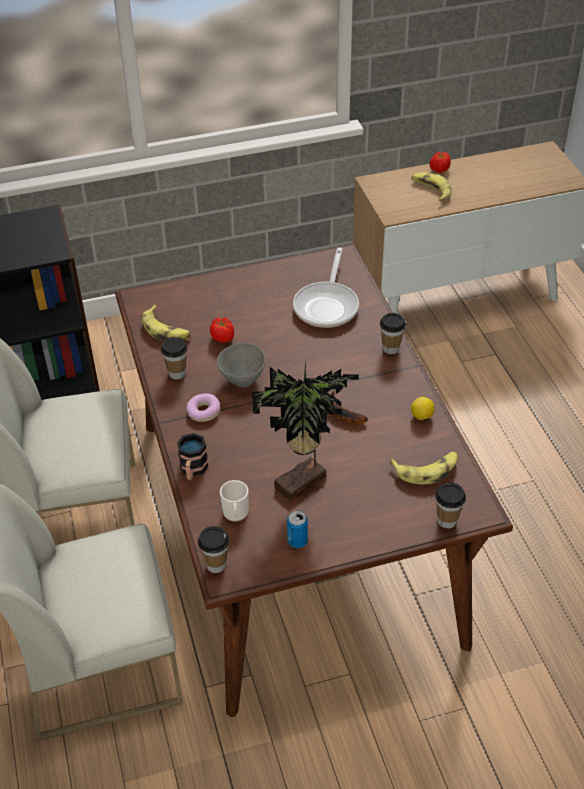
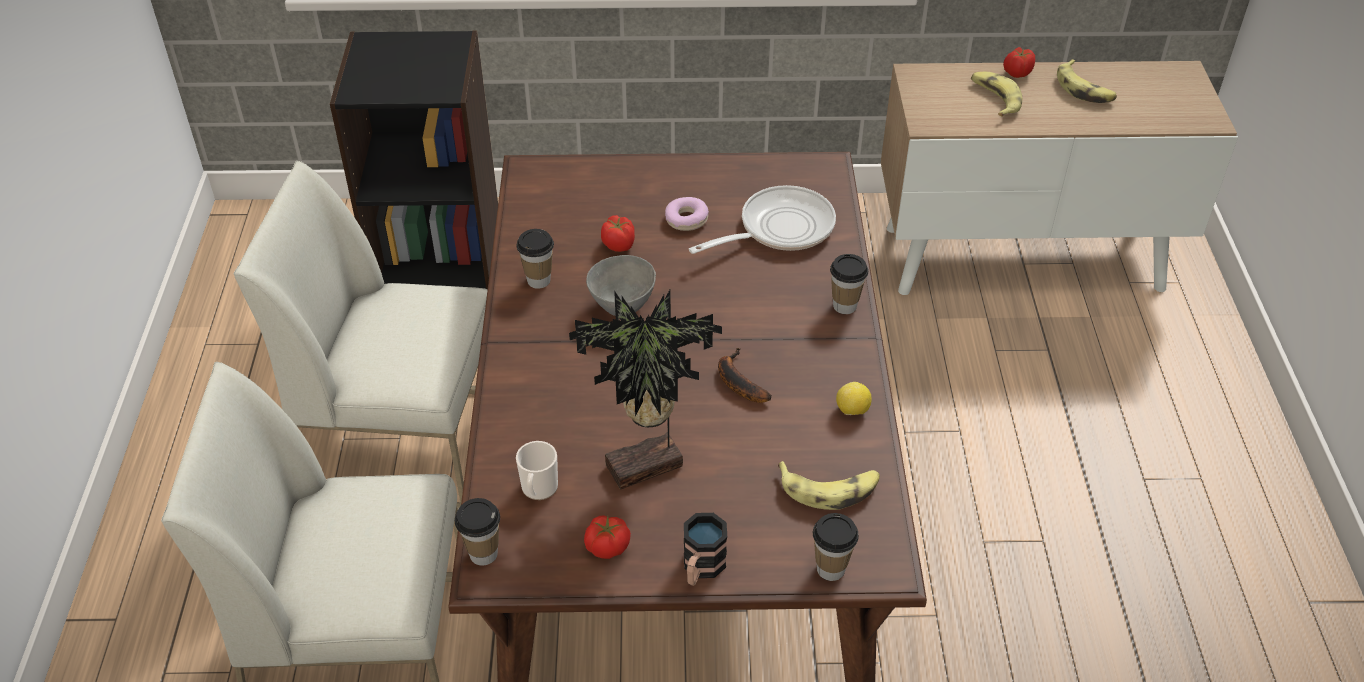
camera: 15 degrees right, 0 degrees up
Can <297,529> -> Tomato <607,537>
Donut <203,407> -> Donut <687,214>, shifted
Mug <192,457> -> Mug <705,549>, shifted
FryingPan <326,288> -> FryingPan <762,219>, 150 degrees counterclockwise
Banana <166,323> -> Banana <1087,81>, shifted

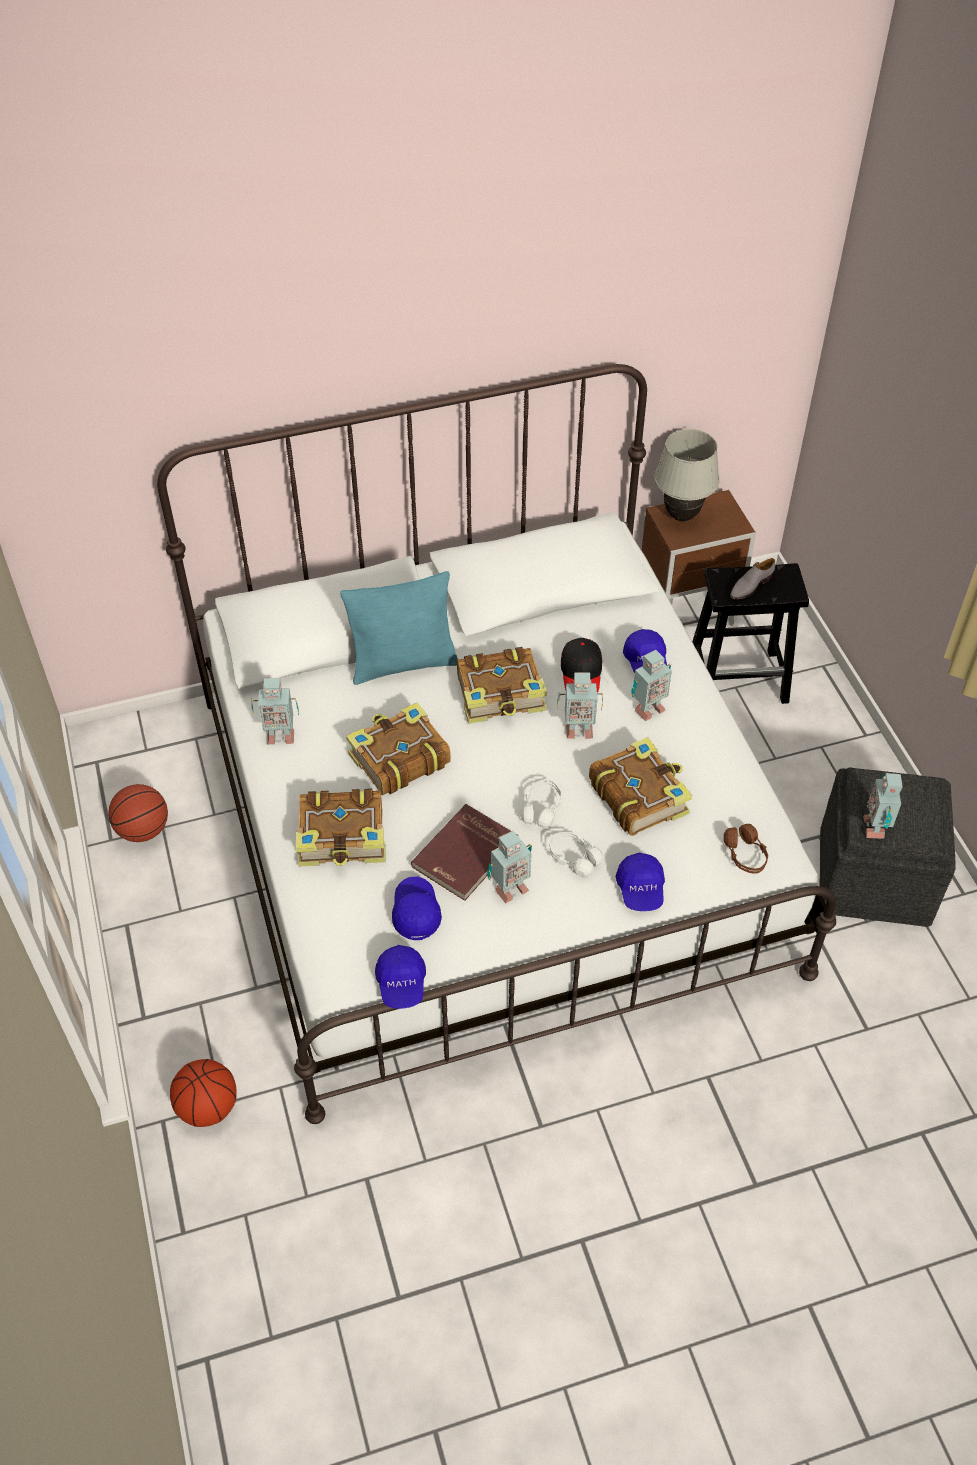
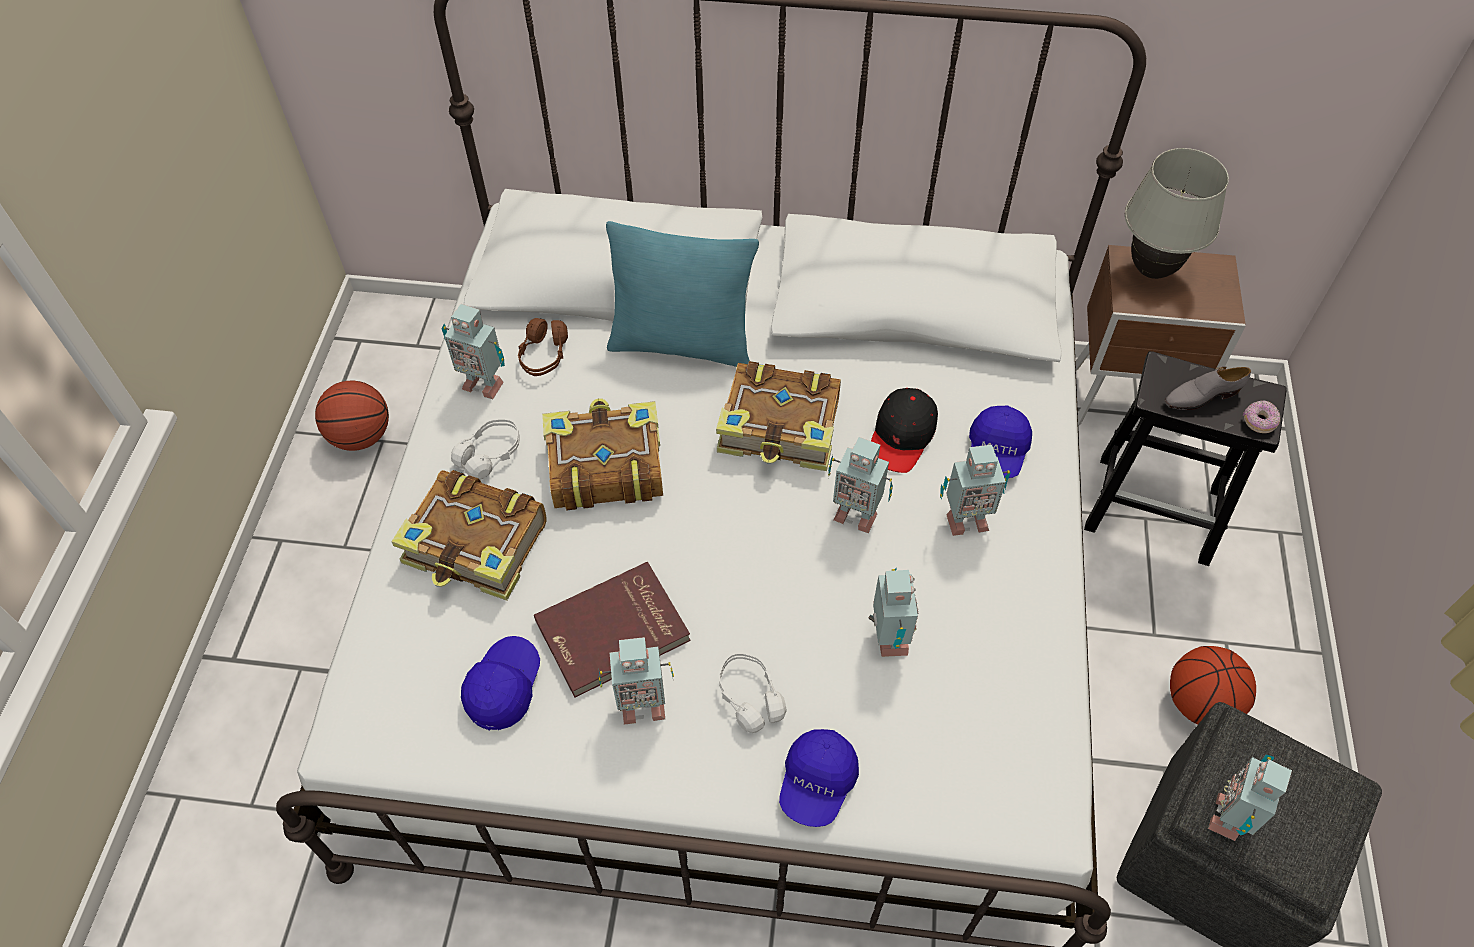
camera: 25 degrees right, 5 degrees up
WhiteHeadphones <541,803> -> WhiteHeadphones <485,449>, shifted
BrownHeadphones <746,849> -> BrownHeadphones <543,347>, shifted
Book <640,786> -> ToyRobot <893,612>
Basketball <203,1093> -> Basketball <1213,685>, shifted
none -> Donut <1261,417>
BlueCap <400,977> -> none

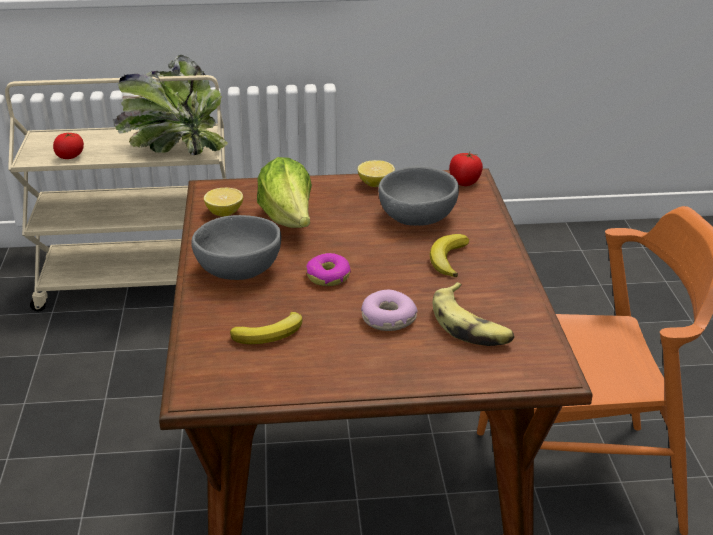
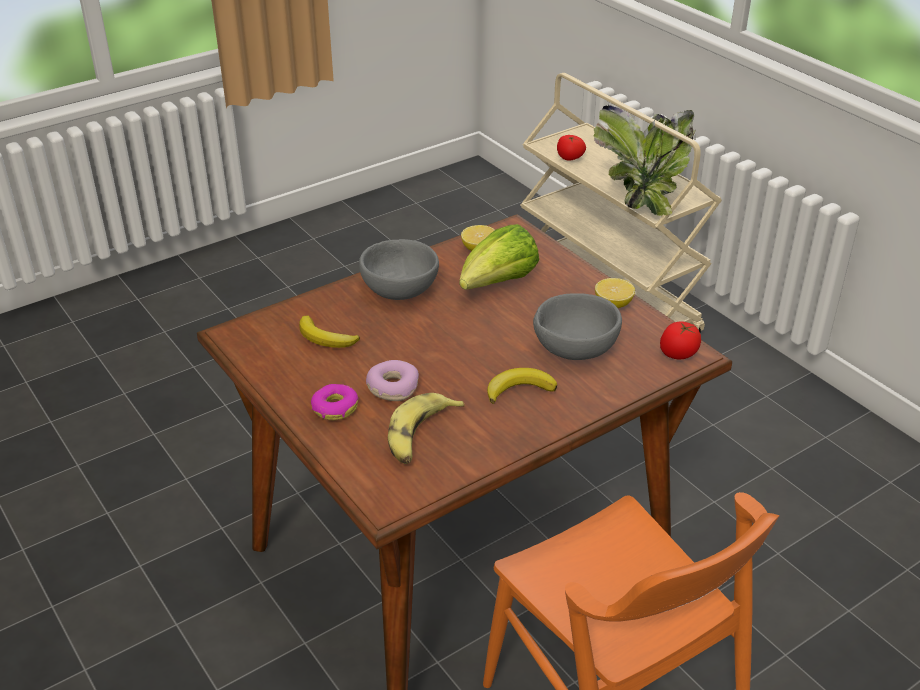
camera: 60 degrees right, 5 degrees up
Donut <328,269> -> Donut <334,402>, shifted

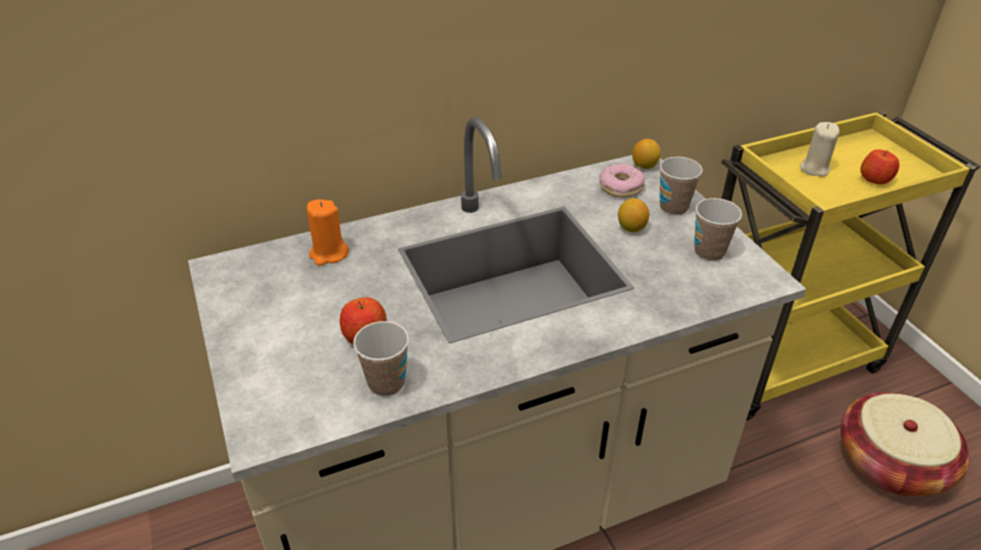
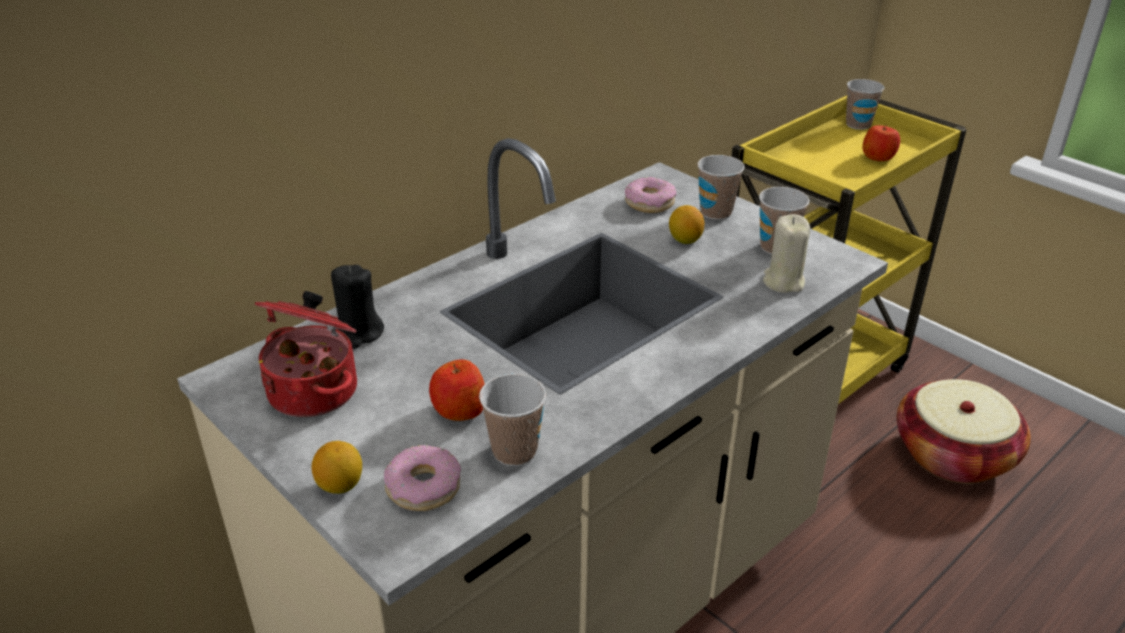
camera: 20 degrees left, 5 degrees down
none -> CookingPot <306,354>
Lemon <646,154> -> Lemon <336,467>, shifted
OrangeCandle <328,232> -> BlackCandle <357,307>
none -> Donut <422,478>
BeigeCandle <820,149> -> BeigeCandle <786,253>, shifted
none -> Cup <865,104>

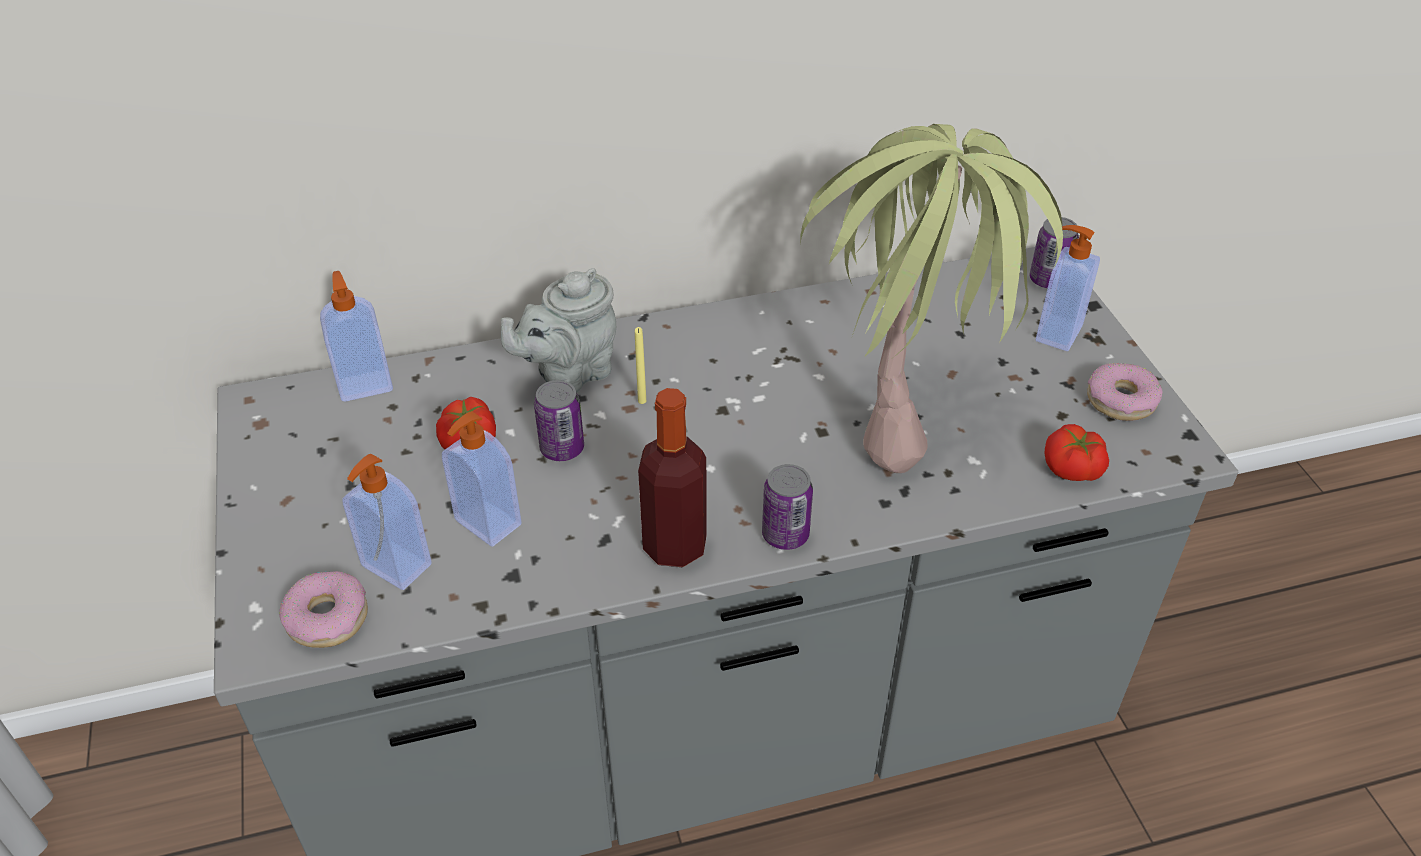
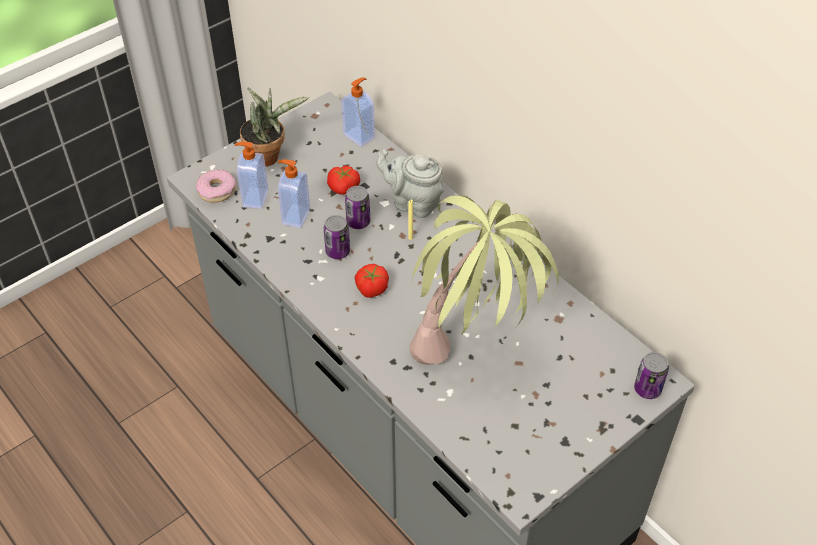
camera: 65 degrees right, 5 degrees up
none -> PottedPlant <274,127>
Can <787,507> -> Can <337,237>, shifted
Tomato <1077,452> -> Tomato <372,281>, shifted
Bottle <672,477> -> none
SoapDispenser <1068,288> -> none
Donut <1124,392> -> none

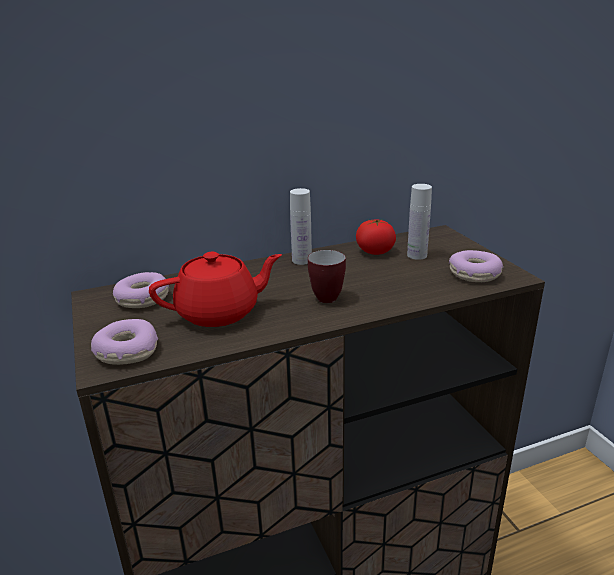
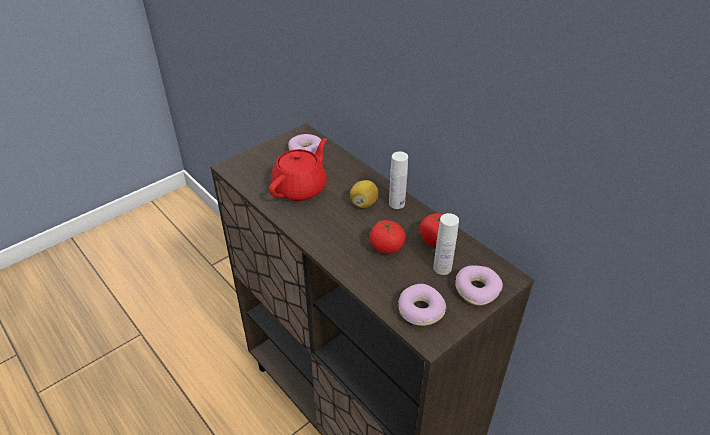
camera: 70 degrees right, 15 degrees up
RedTeapot <215,289> -> RedTeapot <298,169>, 105 degrees counterclockwise
none -> Lemon <364,194>
none -> Tomato <388,237>
Donut <124,342> -> Donut <479,285>, shifted
Mug <327,276> -> none

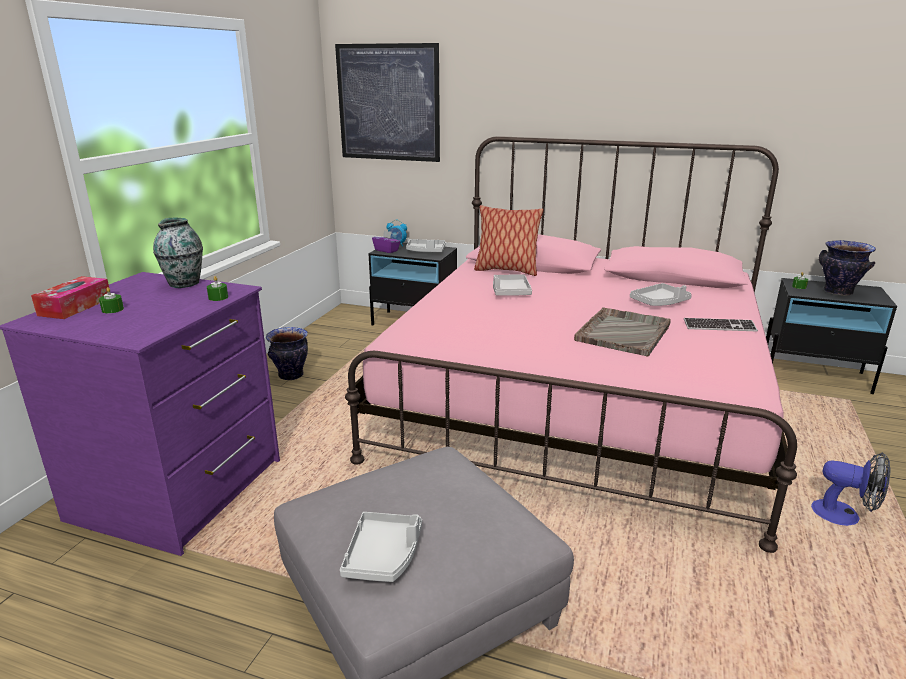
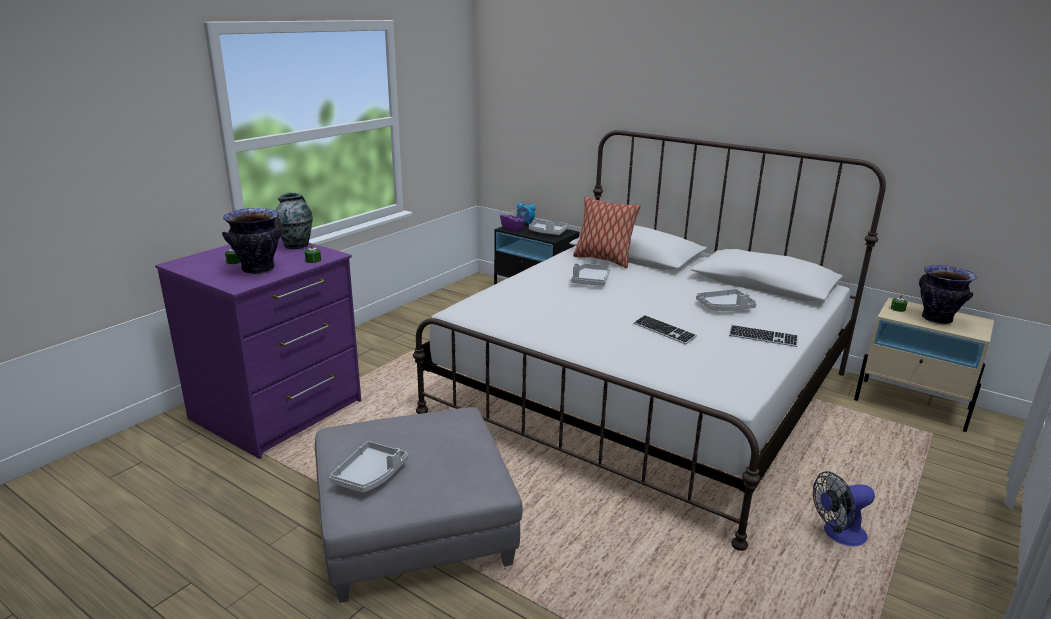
camera: 15 degrees right, 0 degrees up
Vase <287,353> -> Vase <252,241>, shifted
PinkBed <571,344> -> WhiteBed <649,340>
GreyTray <622,331> -> Keyboard <665,329>
Fan <850,489> -> Fan <844,508>, 120 degrees clockwise
BlackNightstand <831,336> -> BeigeNightstand <924,365>
TissueBox <70,297> -> none
Picture <387,102> -> none

